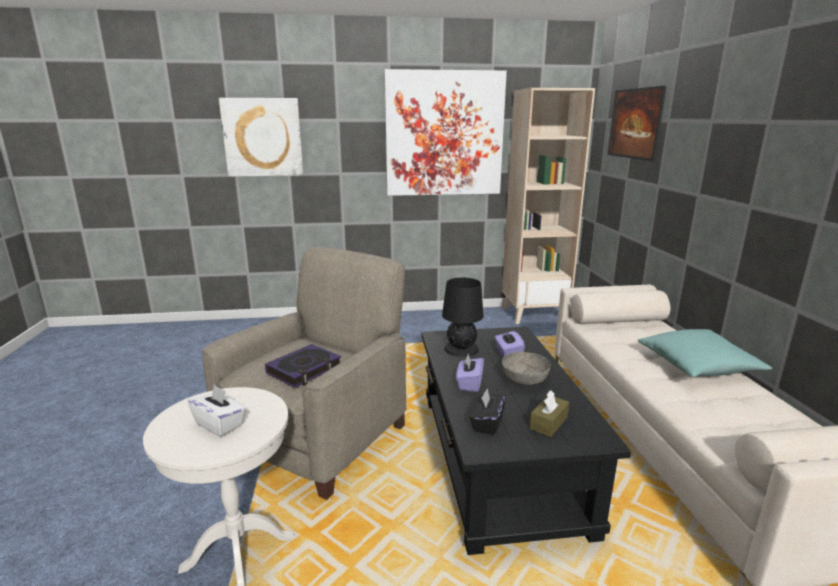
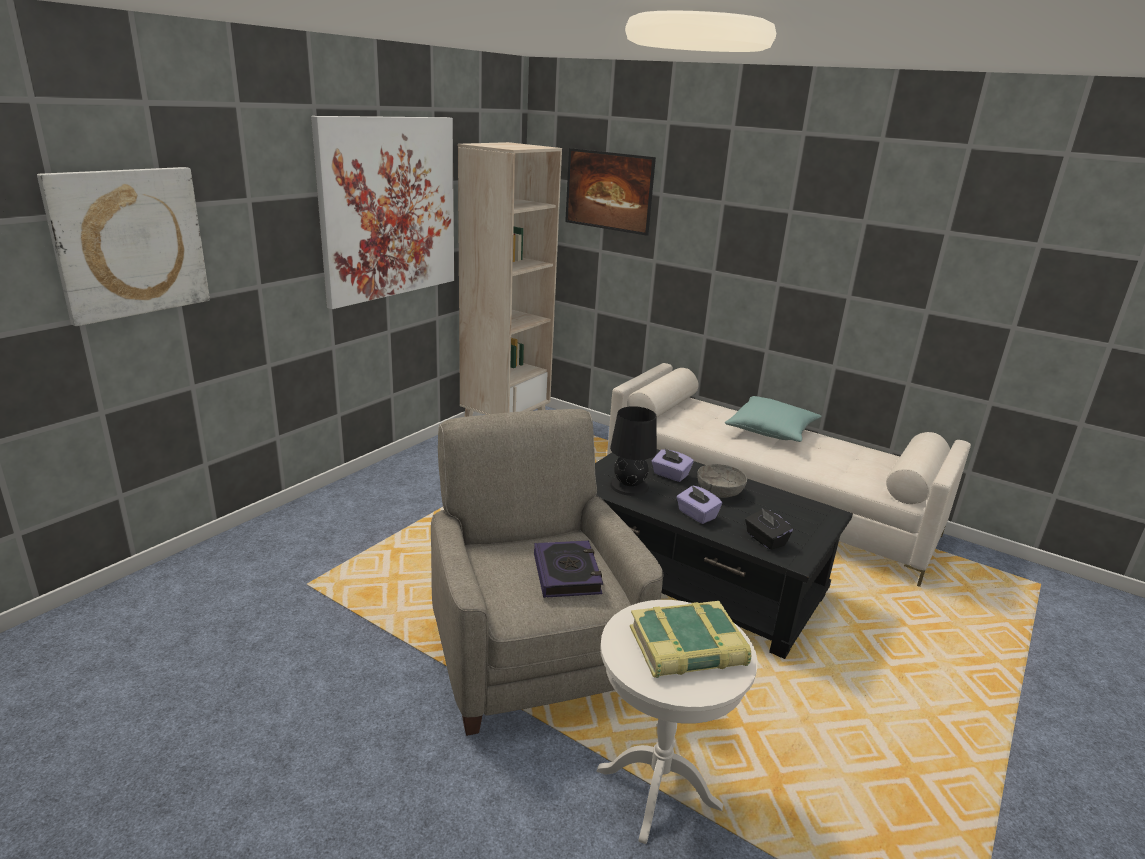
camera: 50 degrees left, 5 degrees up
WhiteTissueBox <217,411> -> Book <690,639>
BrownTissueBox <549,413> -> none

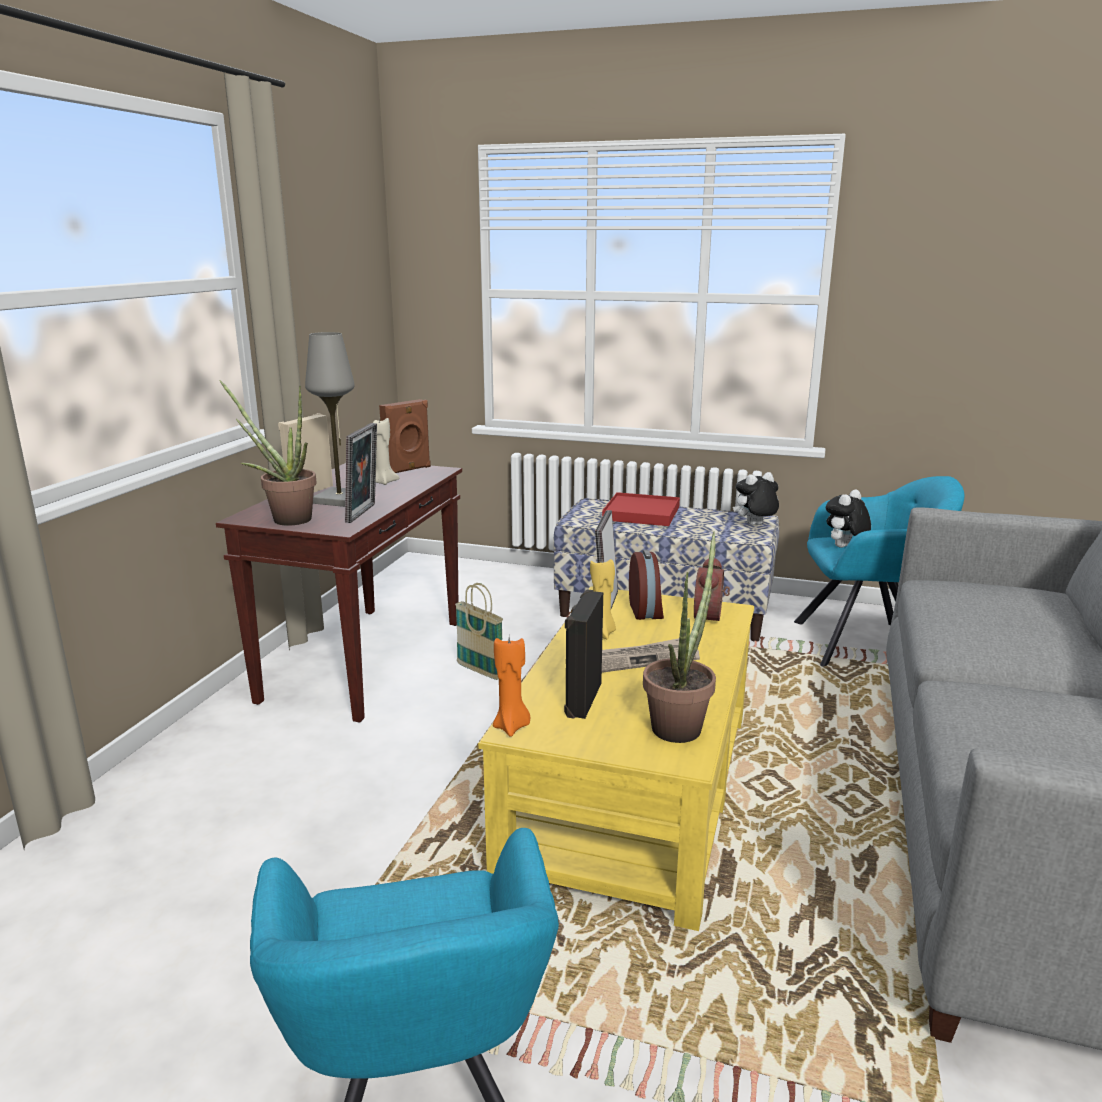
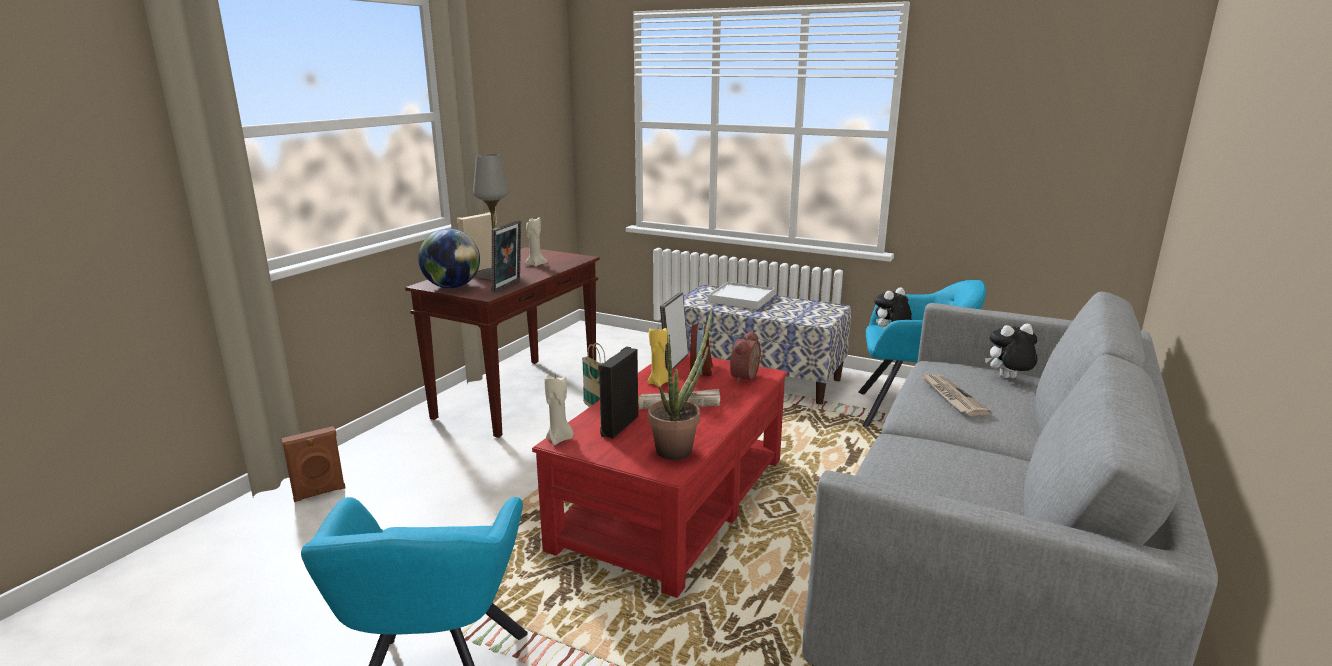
camera: 10 degrees right, 0 degrees up
BrownSpeaker <405,436> -> BrownSpeaker <313,464>, shifted
PottedPlant <268,453> -> Globe <449,258>
YellowCoffeeTable <616,758> -> RedCoffeeTable <659,475>
OrangeCandle <511,687> -> BeigeCandle <559,410>
RedTray <641,509> -> WhiteTray <741,295>
none -> Newspaper <956,395>
PlushToy <756,498> -> PlushToy <1011,350>, shifted

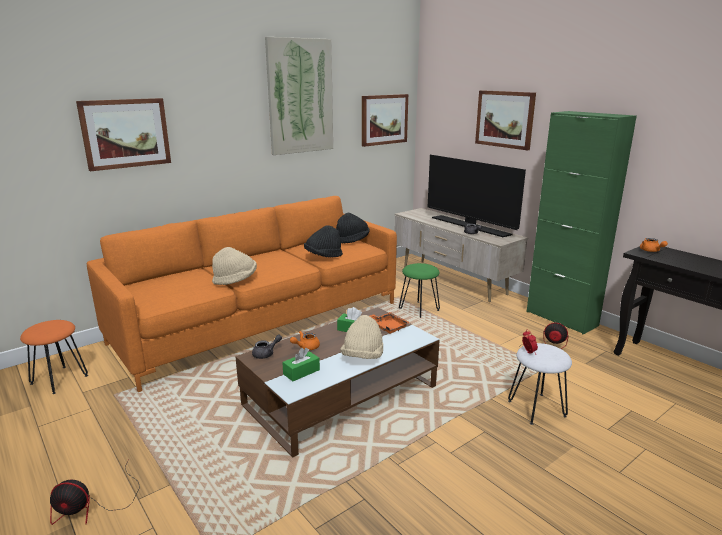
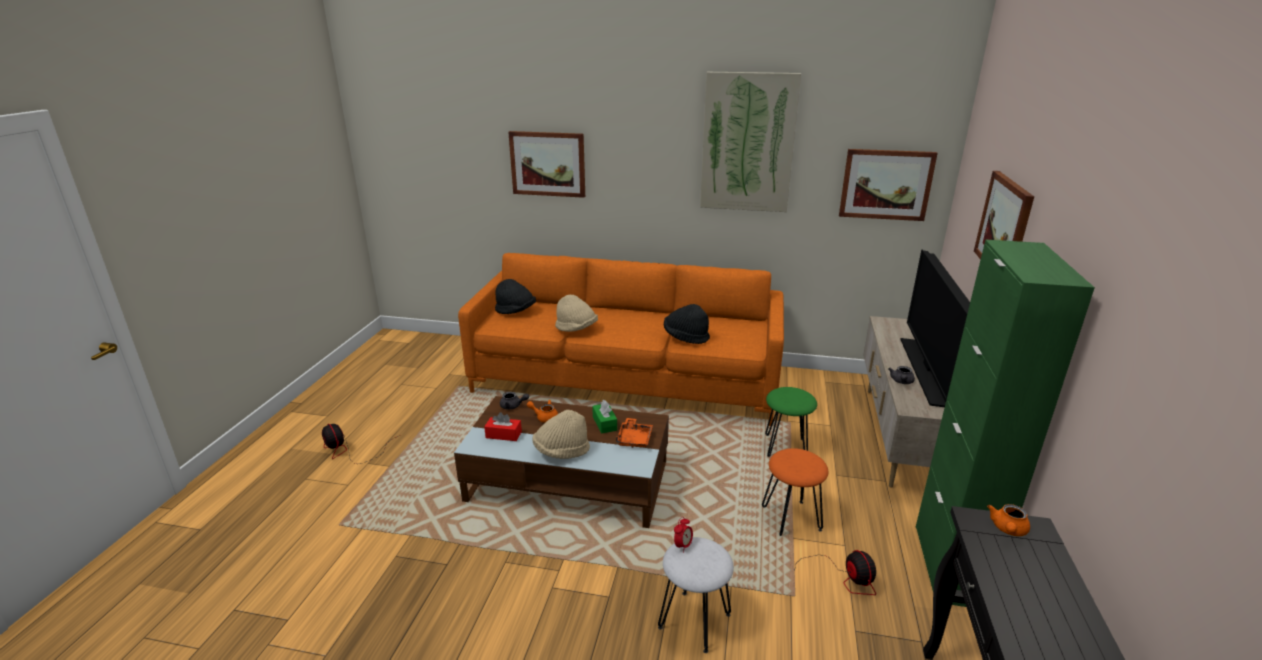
camera: 50 degrees right, 5 degrees up
GreenTissueBox <301,364> -> RedTissueBox <503,426>
BlackHat <352,228> -> BlackHat <515,296>, shifted
OrangeStool <54,357> -> OrangeStool <795,492>, shifted

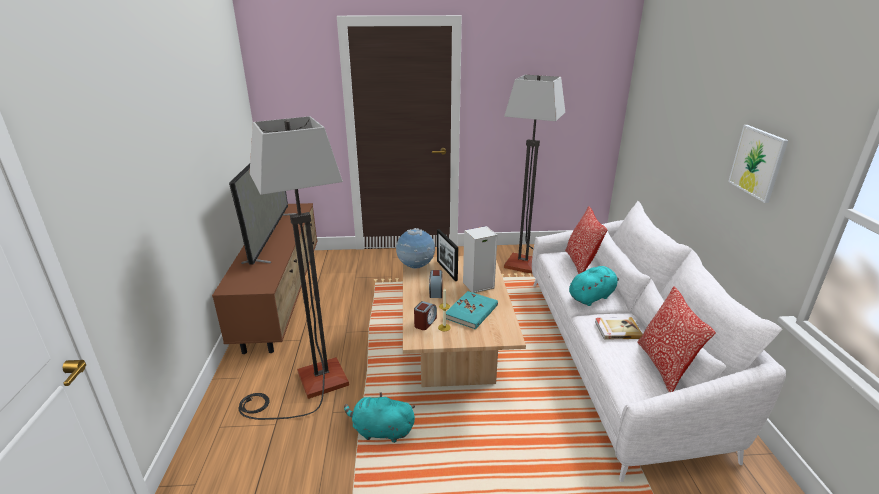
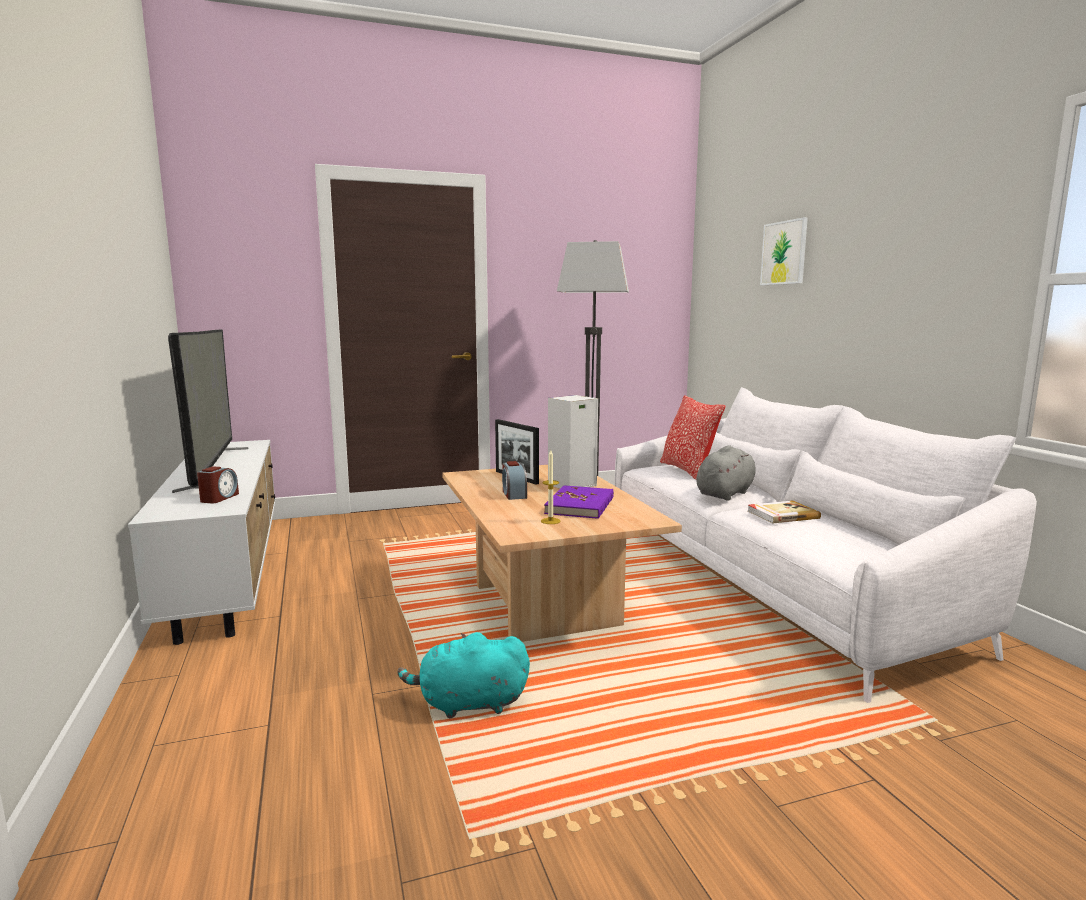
camera: 15 degrees left, 15 degrees down
BrownTvStand <264,278> -> WhiteTvStand <202,542>
AlarmClock <425,315> -> AlarmClock <218,484>, shifted
TurquoiseBook <472,310> -> PurpleBook <579,502>
TurquoisePlushToy <594,286> -> GreyPlushToy <726,473>
Picture <758,164> -> Picture <784,251>, shifted
FloorLamp <294,268> -> none
Globe <415,248> -> none
Pillow <676,339> -> none

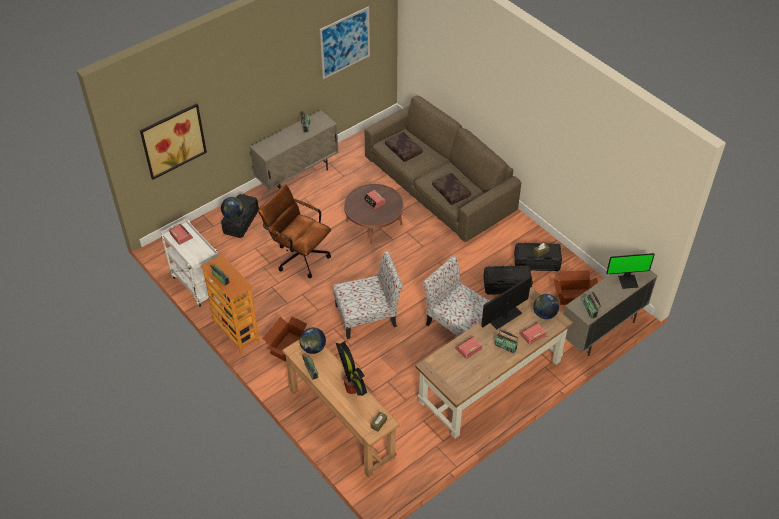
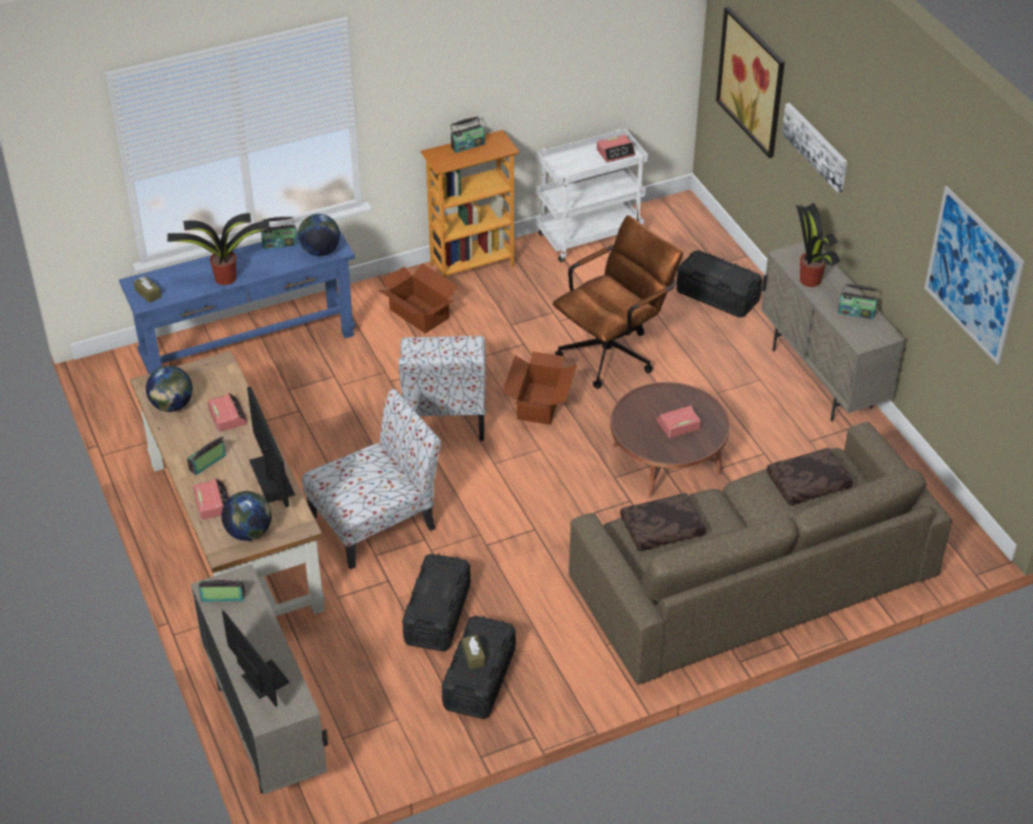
camera: 105 degrees right, 5 degrees down
BrownConsoleTable <341,408> -> BlueConsoleTable <237,302>
Globe <232,208> -> Globe <169,389>, shifted
Monitor <630,271> -> Monitor <256,658>, 135 degrees clockwise
CardboardBox <576,288> -> CardboardBox <539,388>, shifted
none -> Picture <814,148>
none -> PottedPlant <818,245>

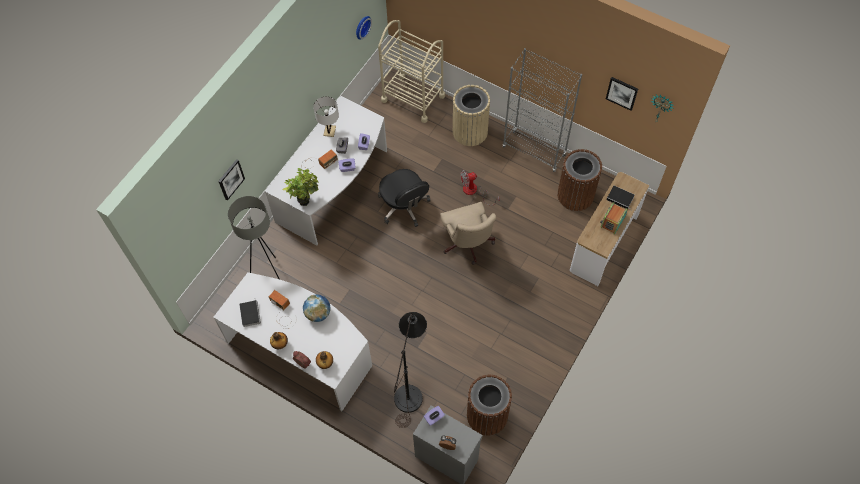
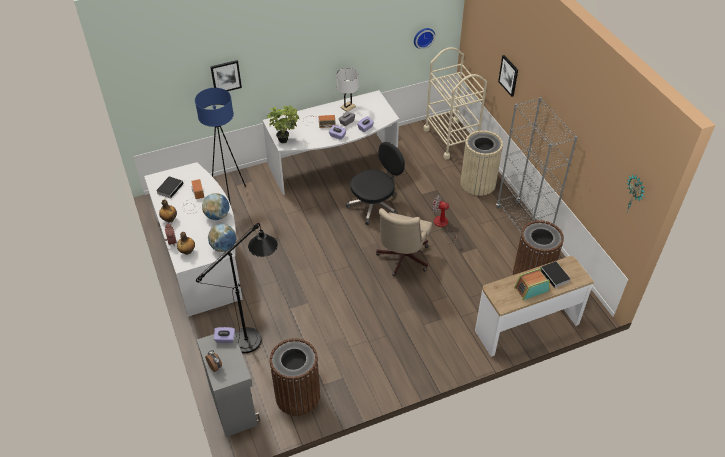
camera: 35 degrees right, 15 degrees down
GreyFloorLamp <253,237> -> BlueFloorLamp <220,146>
none -> Globe <222,238>
BlackOfficeChair <404,198> -> BlackOfficeChair <375,183>, 135 degrees counterclockwise
Picture <622,94> -> Picture <508,76>, shifted

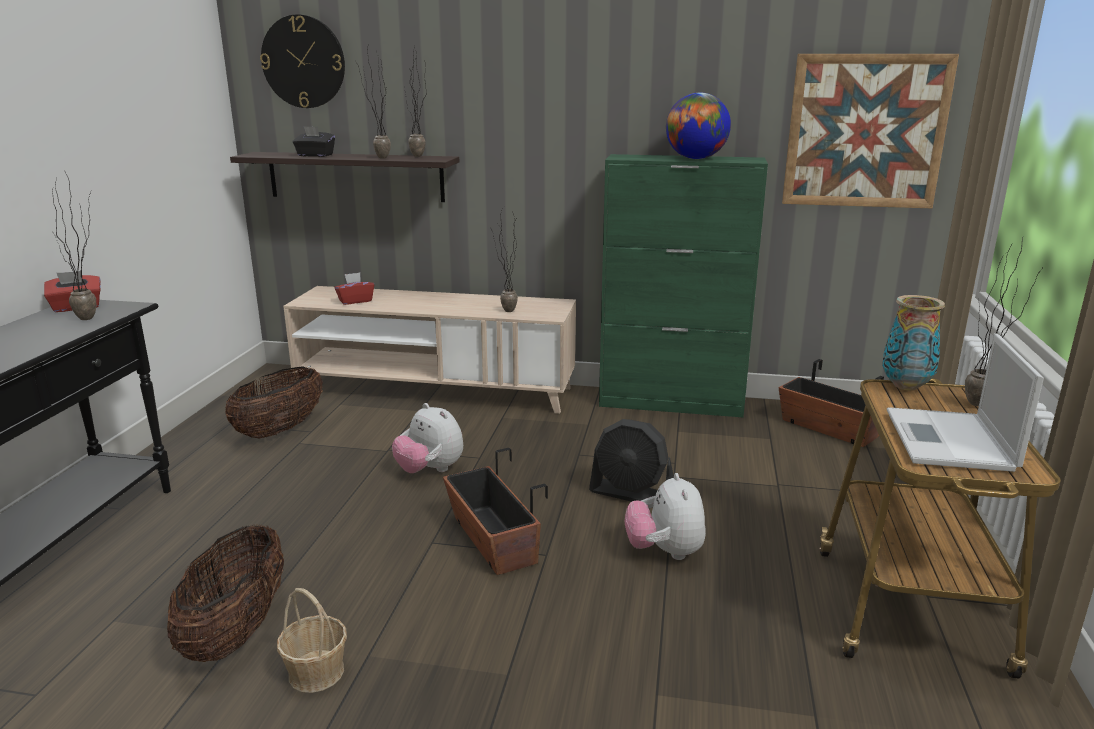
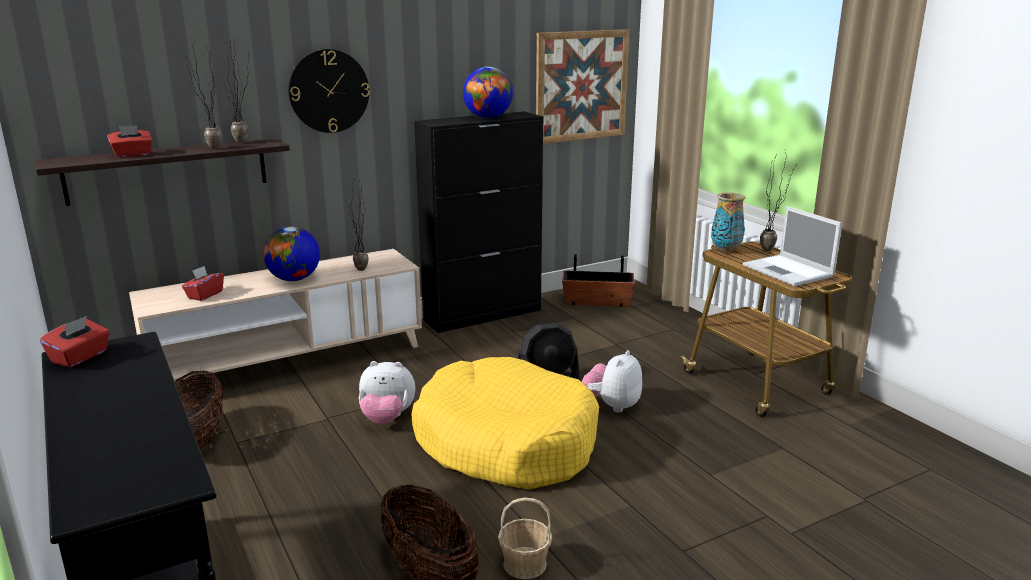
camera: 40 degrees left, 0 degrees up
BlackTissueBox <313,141> -> RedTissueBox <129,141>
none -> Globe <291,253>
WallClock <302,61> -> WallClock <329,91>, shifted
Planter <495,511> -> YellowDogBed <505,423>
GreenCabinet <683,285> -> BlackCabinet <478,222>
PlushToy <665,516> -> PlushToy <612,381>, 75 degrees clockwise
PottedPlant <74,246> -> none

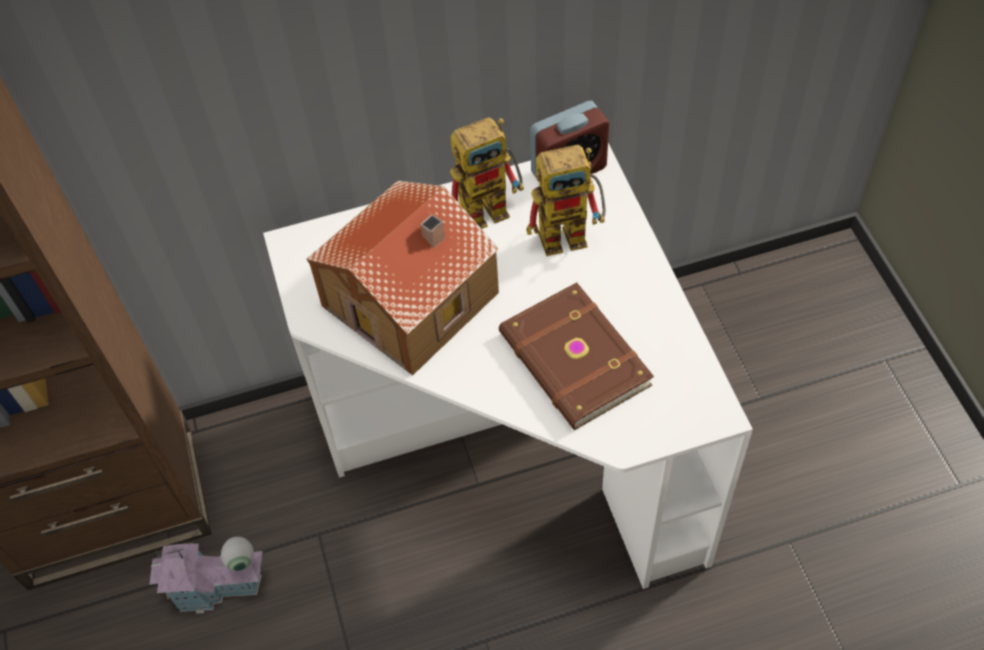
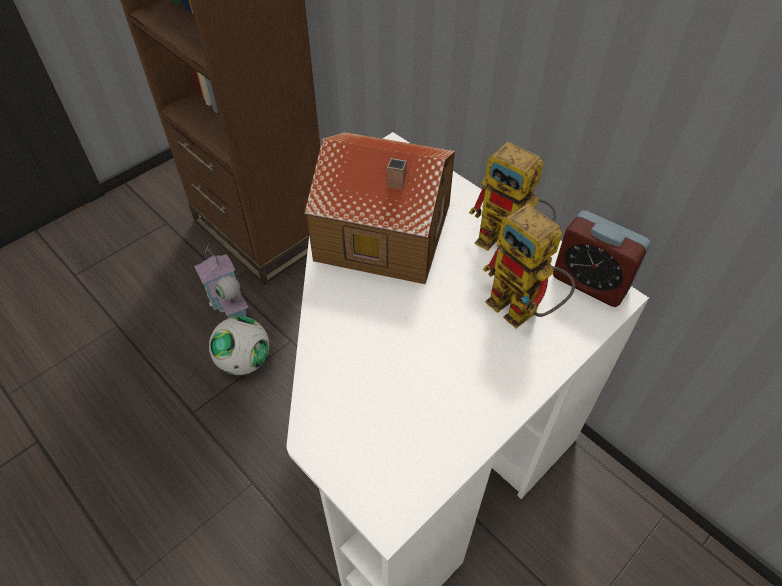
camera: 60 degrees right, 5 degrees down
none -> Football <239,345>
BrownBook <576,356> -> none

